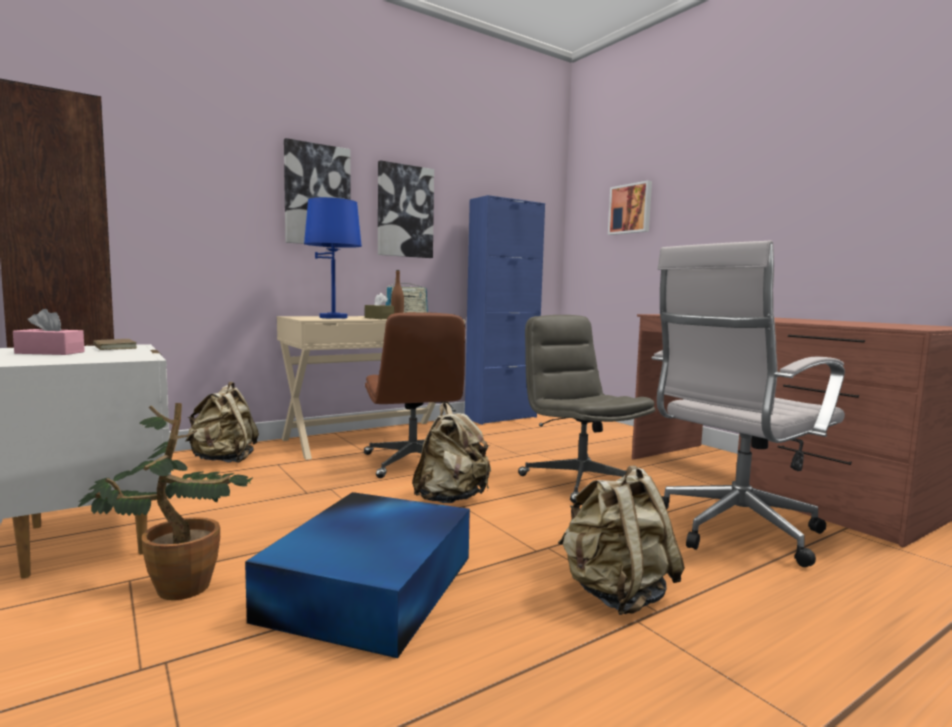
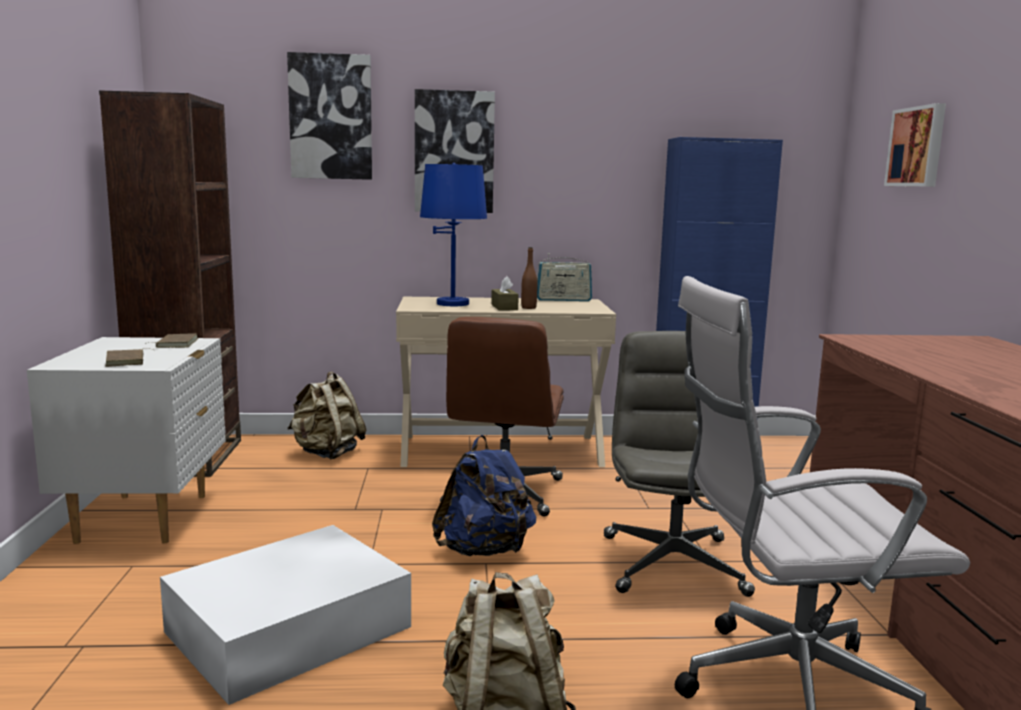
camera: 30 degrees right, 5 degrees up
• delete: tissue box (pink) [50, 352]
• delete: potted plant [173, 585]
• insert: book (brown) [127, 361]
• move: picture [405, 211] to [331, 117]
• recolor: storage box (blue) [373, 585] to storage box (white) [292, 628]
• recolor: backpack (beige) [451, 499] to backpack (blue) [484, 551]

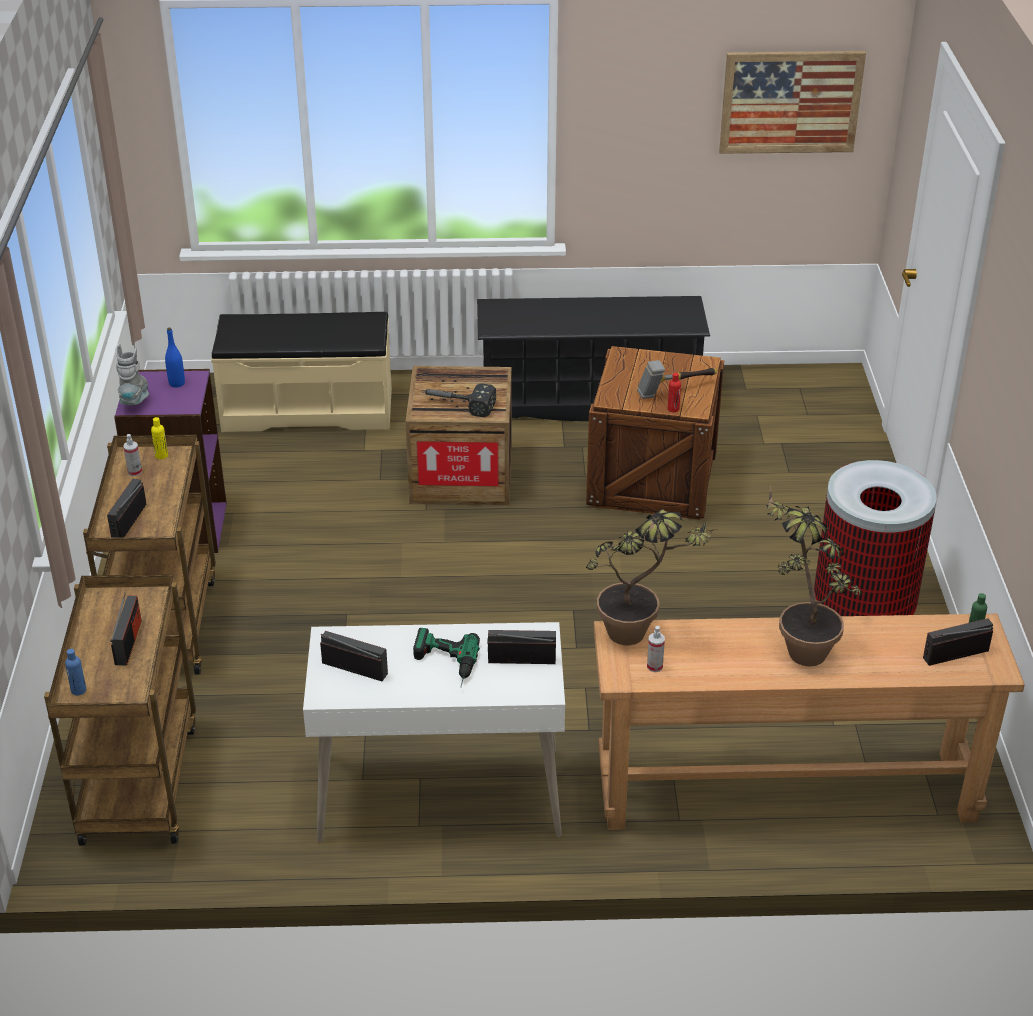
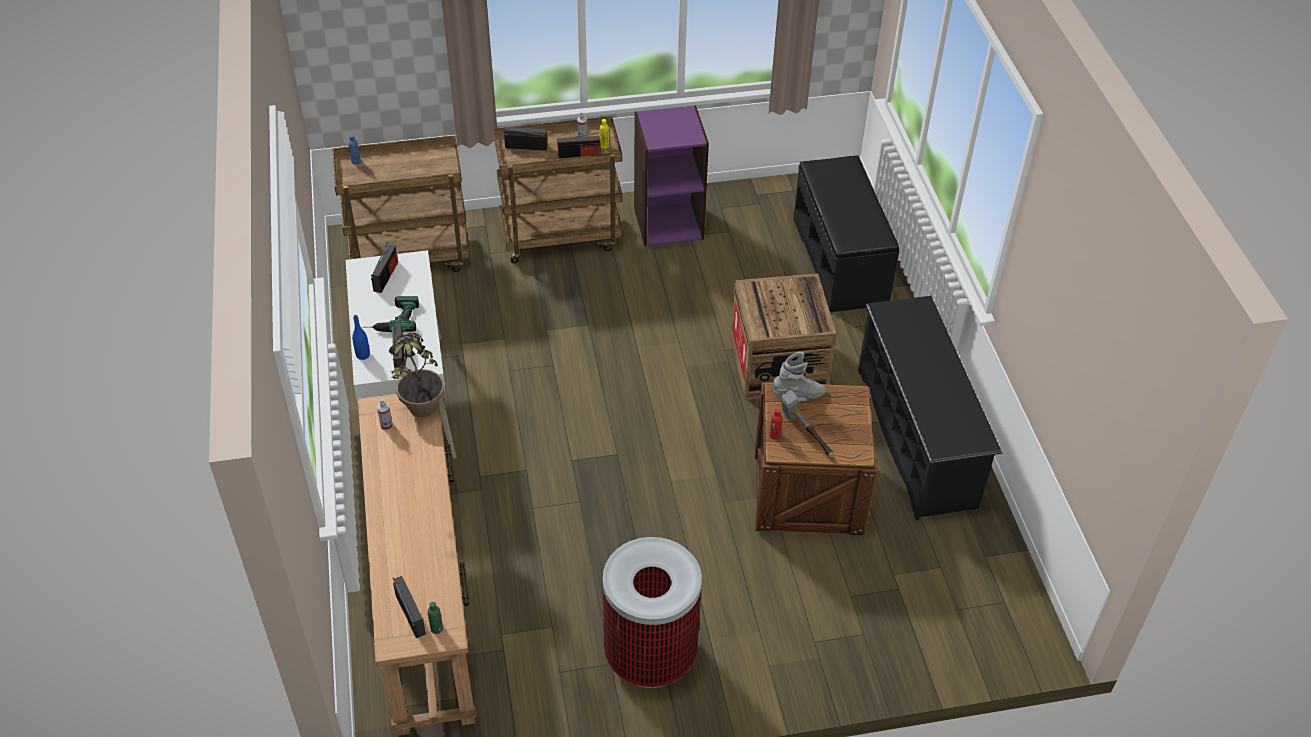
camera: 80 degrees right, 10 degrees up
• delete: hammer [456, 404]
• delete: picture [790, 102]
• delete: potted plant [798, 645]
• move: radio [128, 642] to [579, 155]
• move: boot (grey) [136, 399] to [798, 396]
• move: bottle (blue) [177, 383] to [363, 355]
• recolor: bench (beige) [308, 409] to bench (black) [841, 260]

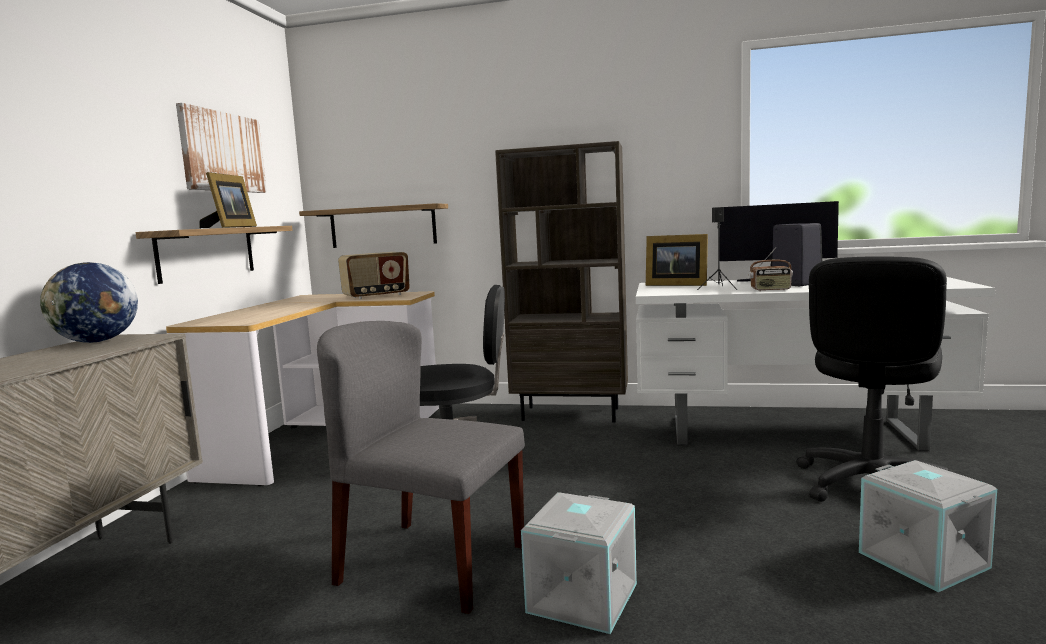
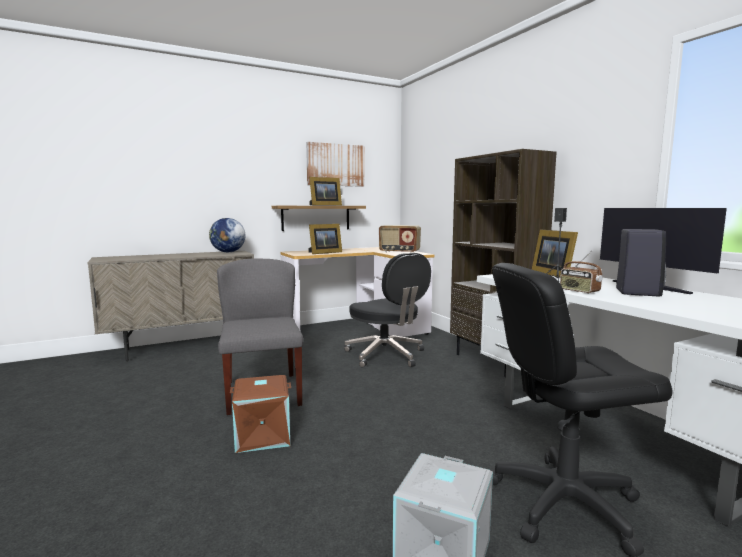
camera: 50 degrees right, 0 degrees up
• delete: shelf [382, 226]
• insert: picture frame [324, 253]
• recolor: storage box (grey) [581, 597] to storage box (brown) [263, 435]

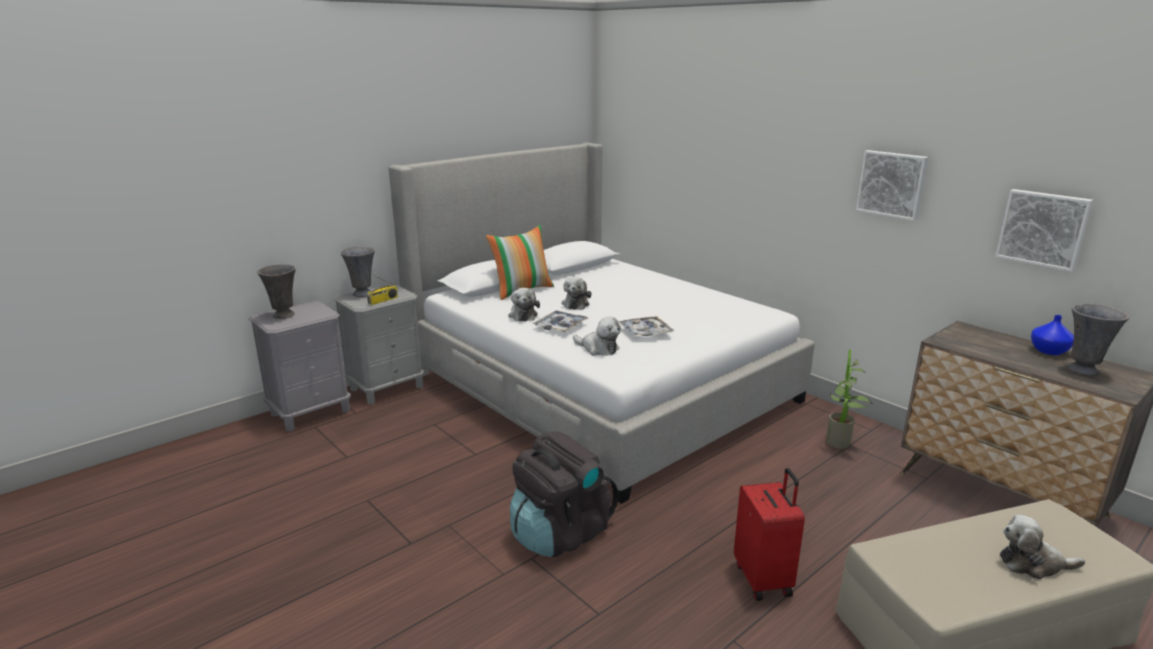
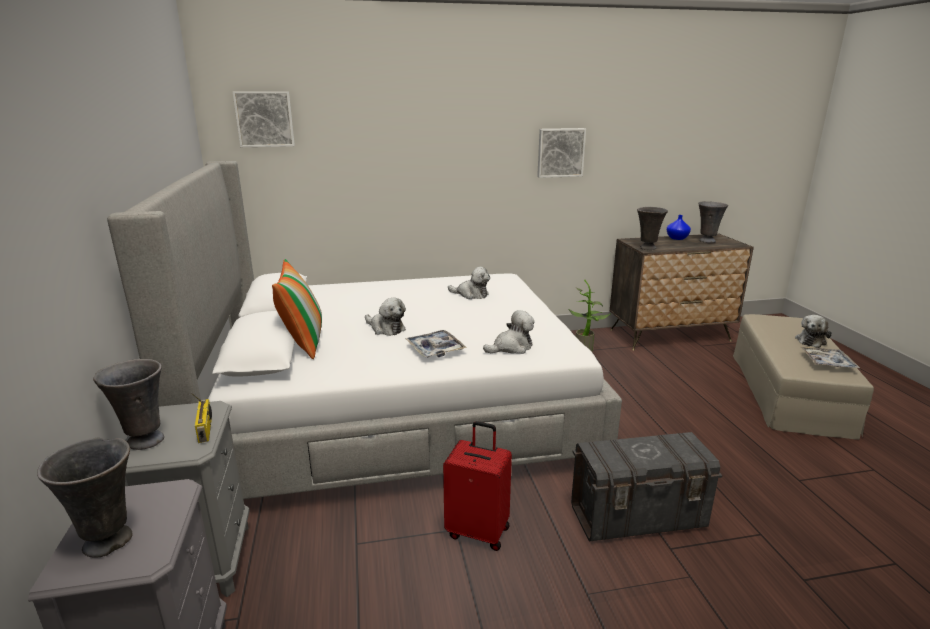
camera: 60 degrees left, 0 degrees up
• insert: vase (grey) [647, 248]
• move: plush toy [523, 315] to [471, 294]
• move: tray [645, 332] to [827, 362]
• move: suitcase (red) [764, 579] to [478, 531]
• move: picture [1043, 228] to [264, 119]
• replace: backpack (black) [560, 533] to storage box (grey) [638, 517]

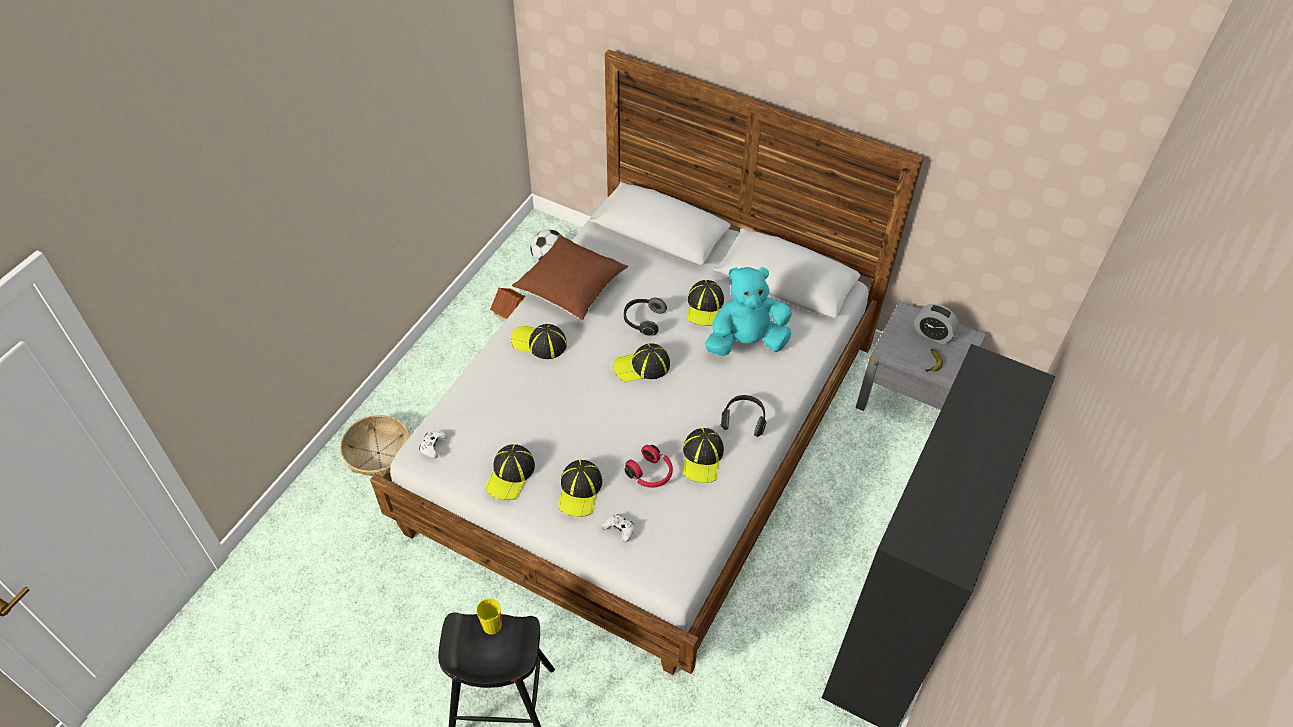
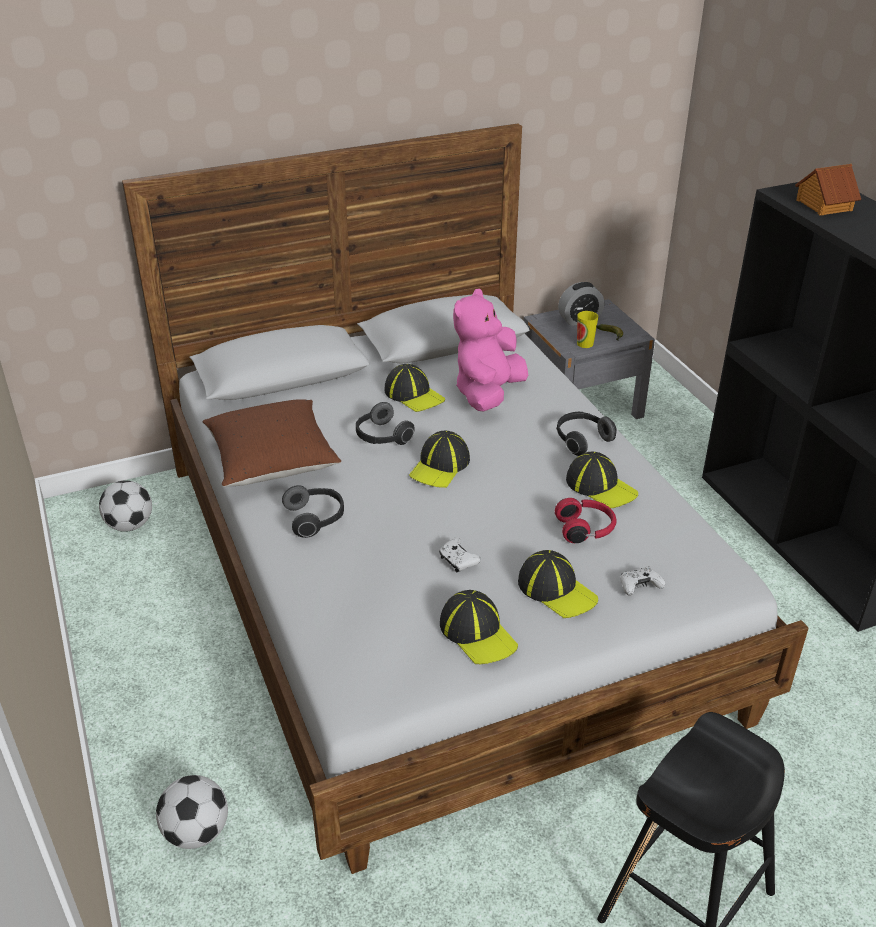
camera: 50 degrees left, 15 degrees down
• move: game controller (white) [433, 447] to [458, 561]
• move: cup [492, 625] to [585, 344]
• move: toy house [511, 309] to [823, 205]
• replace: basket [378, 452] to football [196, 832]
• replace: cap [539, 343] to headphones [316, 519]
• recolor: plush toy (turquoise) [746, 342] to plush toy (pink) [488, 394]

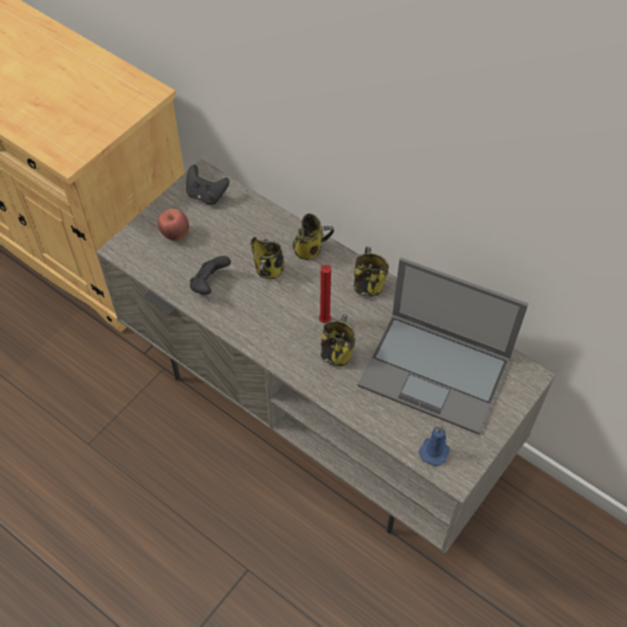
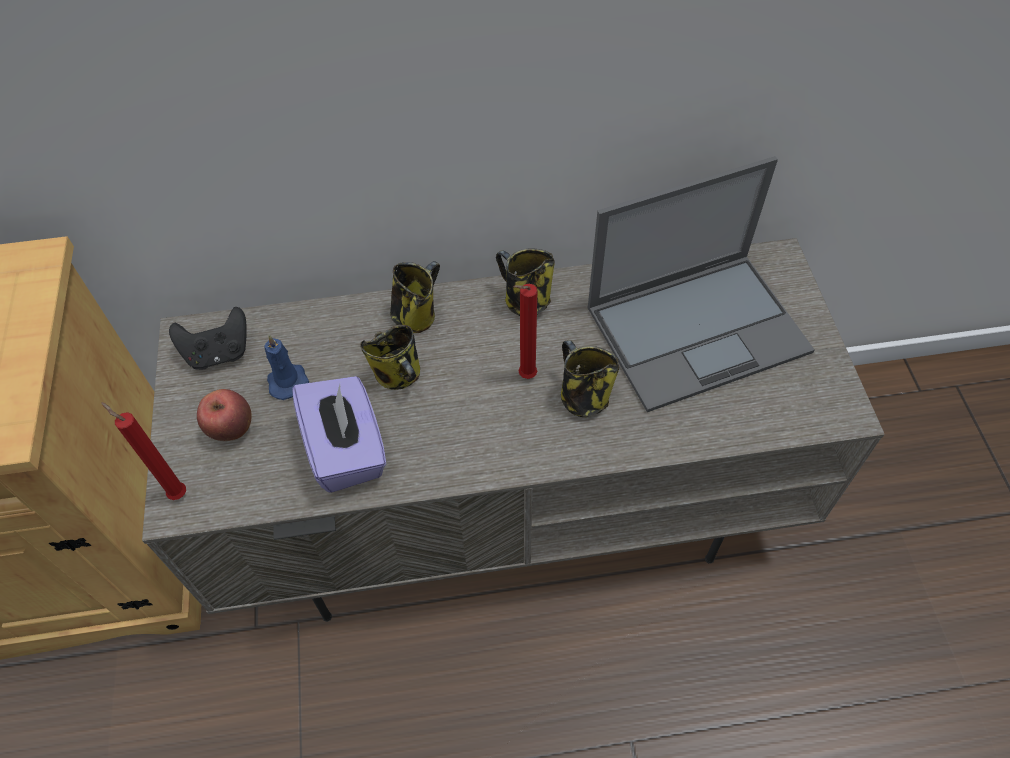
camera: 45 degrees left, 0 degrees up
• insert: candle (red) [176, 493]
• move: candle (blue) [434, 450] to [287, 380]
• replace: game controller (black) [209, 284] to tissue box (purple) [347, 450]

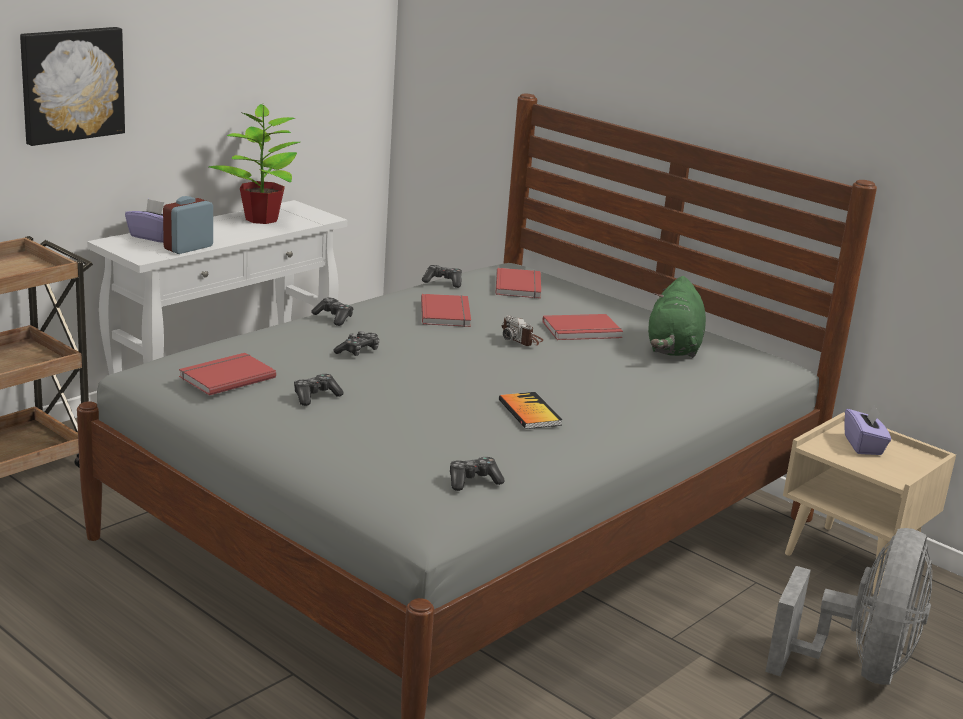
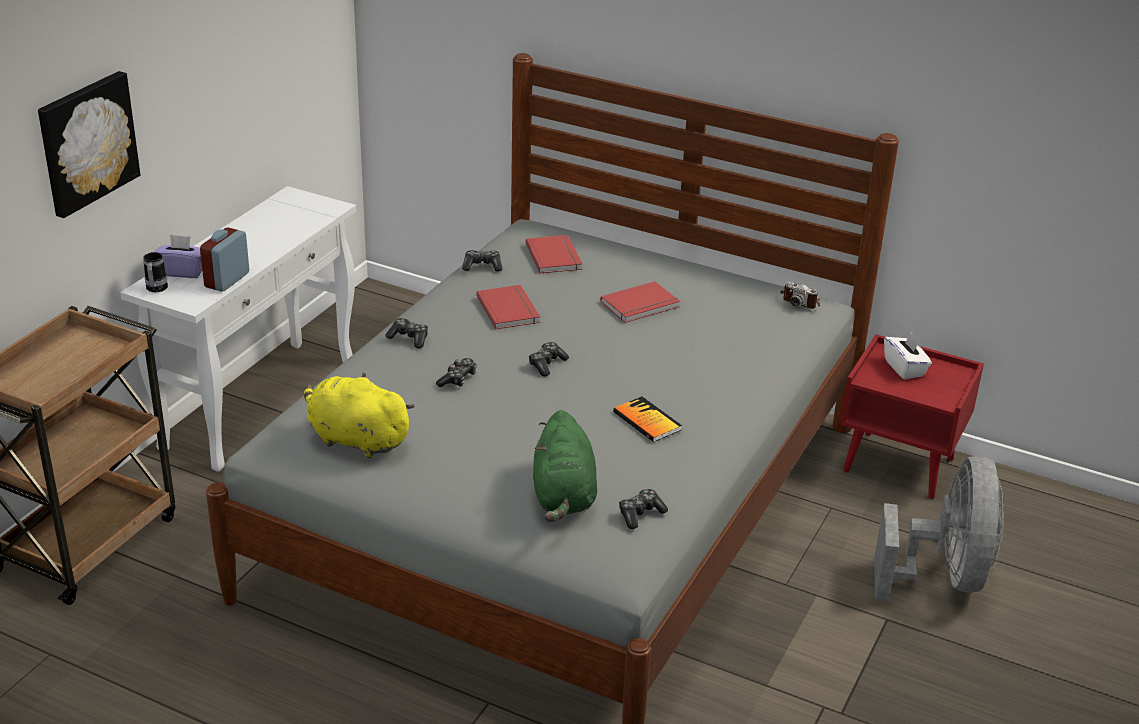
camera: 15 degrees left, 10 degrees up
• delete: potted plant [261, 219]
• insert: mug [156, 290]
• move: game controller [315, 396] to [547, 364]
• move: photo camera [521, 339] to [801, 301]
• move: plush toy (green) [673, 348] to [563, 497]
• replace: book (red) [225, 376] to plush toy (yellow) [355, 439]
• recolor: nightstand (beige) [852, 560] to nightstand (red) [900, 464]
• recolor: tissue box (purple) [863, 445] to tissue box (white) [904, 368]

